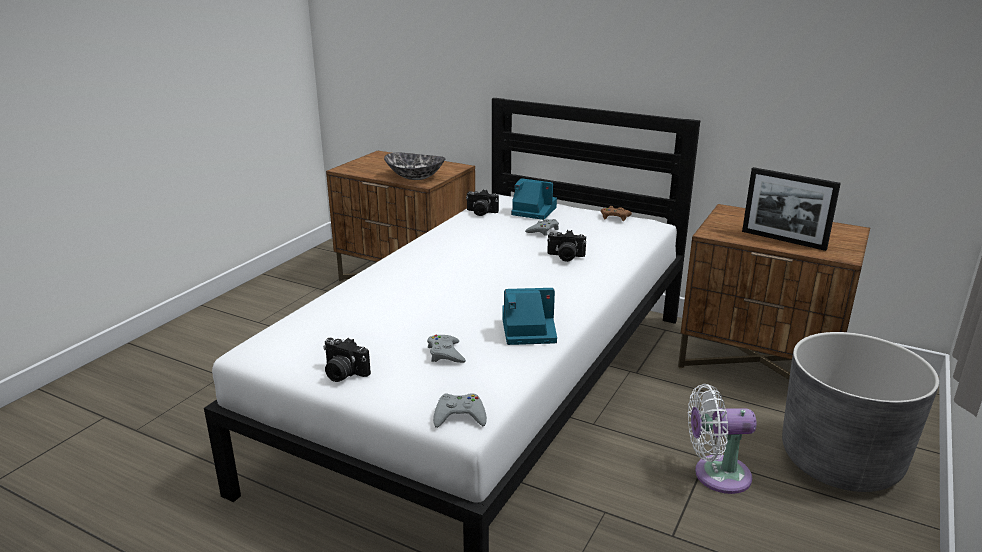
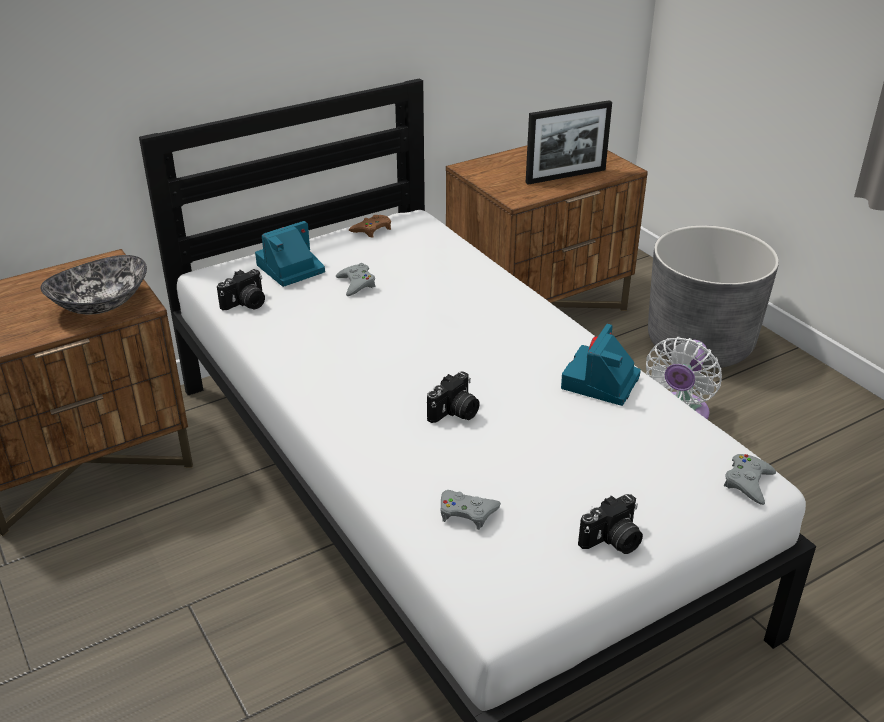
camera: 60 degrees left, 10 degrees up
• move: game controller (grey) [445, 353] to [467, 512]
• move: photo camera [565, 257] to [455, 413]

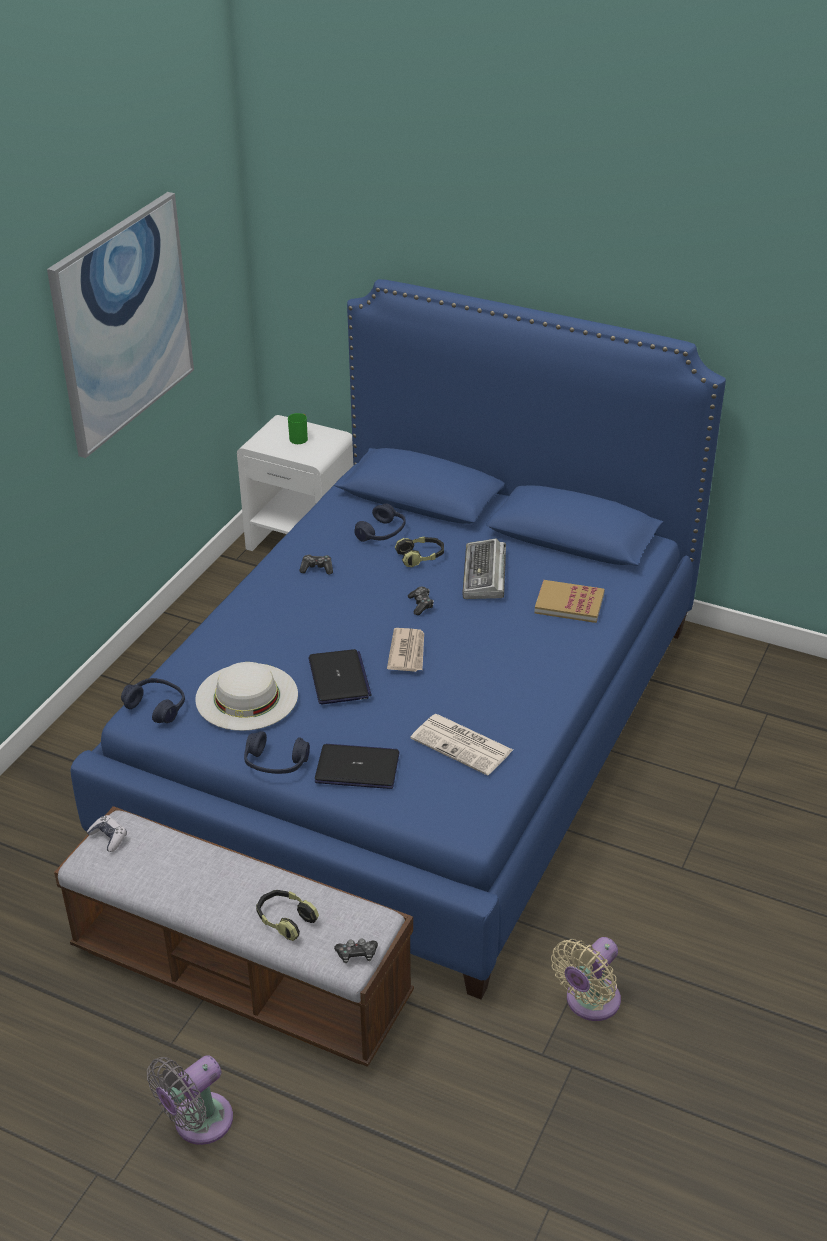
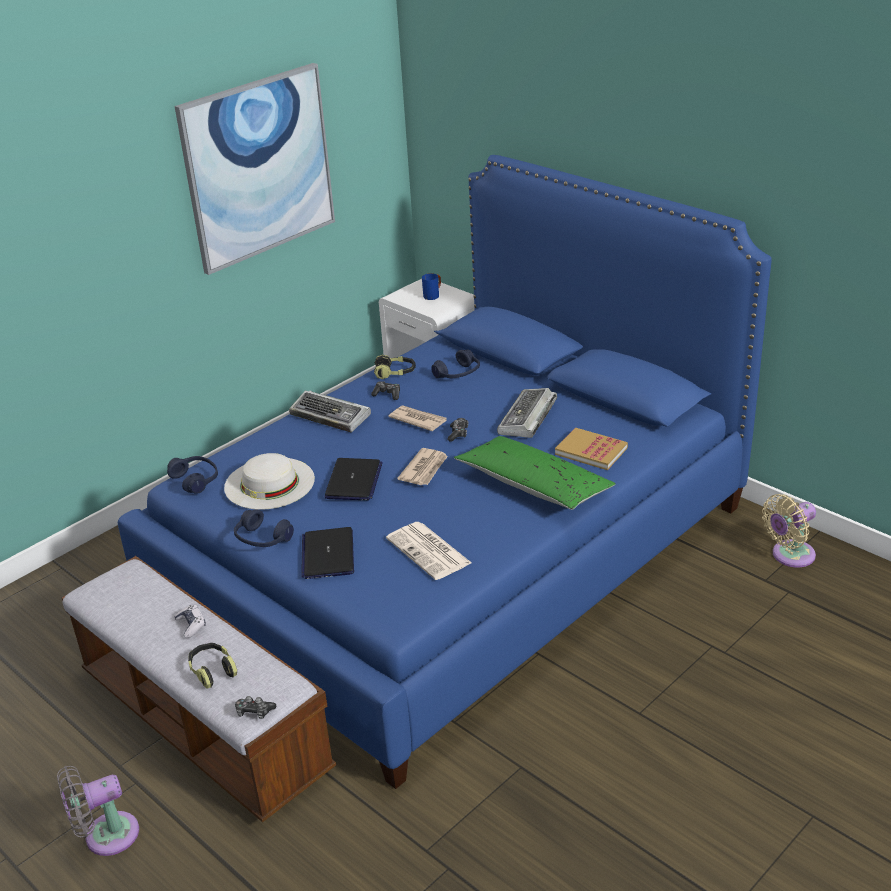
camera: 20 degrees right, 5 degrees down
• insert: keyboard [331, 416]
• insert: newspaper [418, 420]
• insert: pillow (green) [534, 485]
• move: game controller [108, 837] to [191, 625]
• move: headphones [421, 557] to [395, 373]
• move: fan (beige) [589, 1003] to [789, 556]
• recolor: mug (green) [300, 438] to mug (blue) [433, 295]
• rotate: laptop [358, 768] = [328, 554] 120 degrees counterclockwise

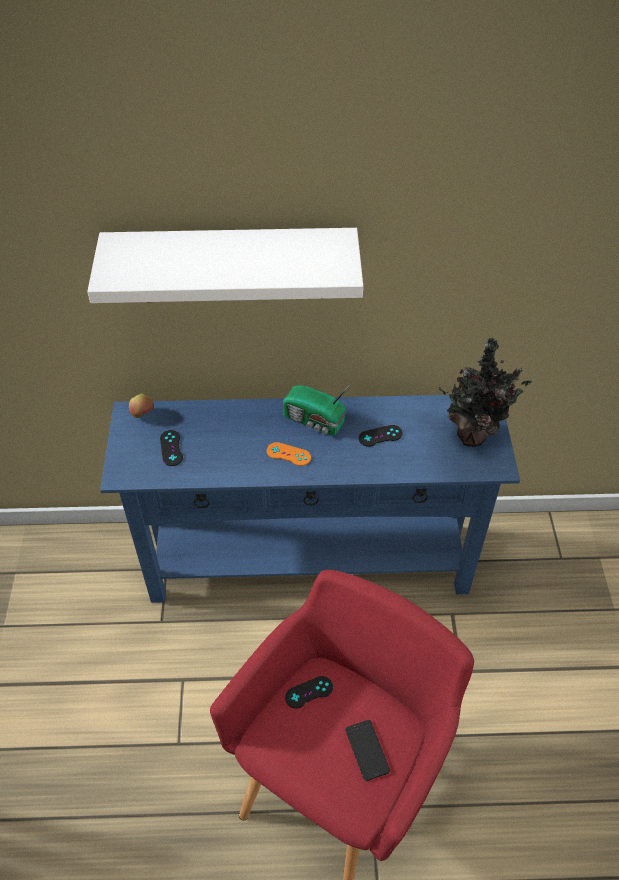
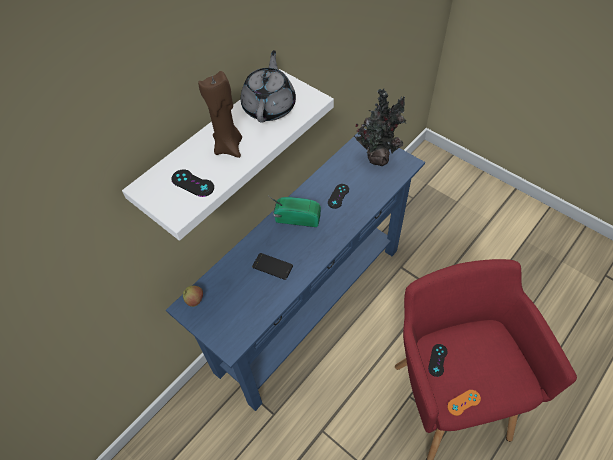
camera: 45 degrees left, 5 degrees up
• insert: candle (brown) [229, 146]
• insert: teapot (grey) [270, 106]
• move: game controller (black) [171, 448] to [192, 183]
• move: game controller (orange) [288, 454] to [463, 402]
• move: phone [367, 750] to [272, 266]
• rotate: radio [315, 421] = [296, 217] 150 degrees counterclockwise

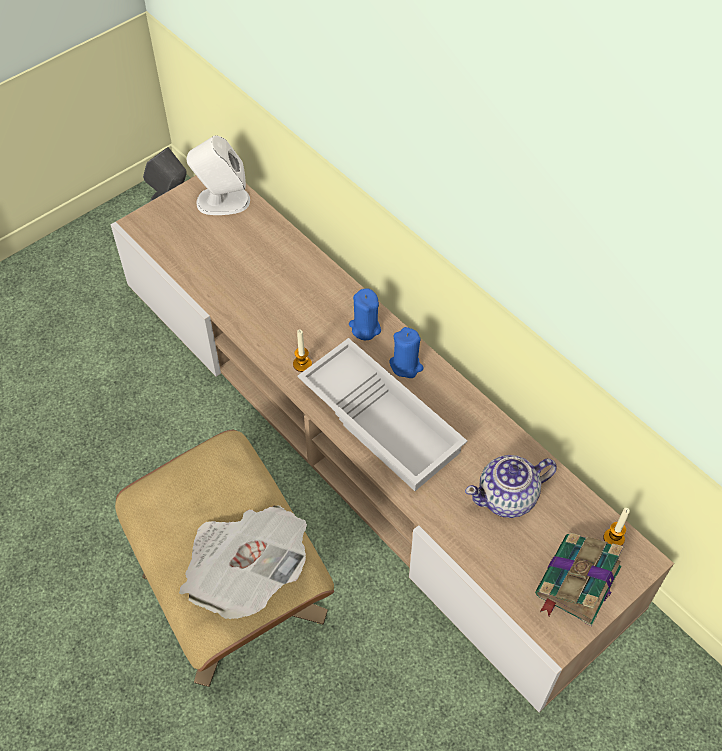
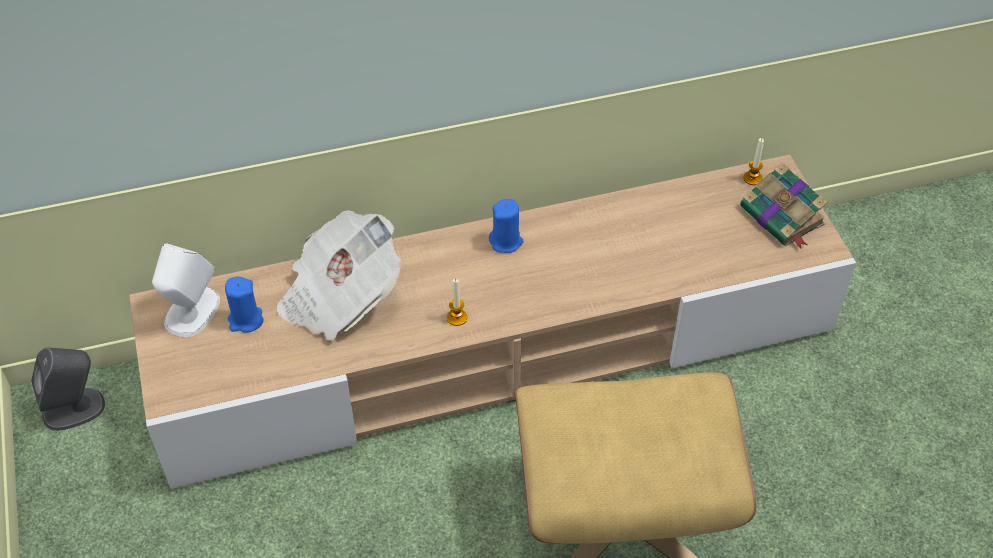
camera: 65 degrees left, 5 degrees down
• delete: tray (white) [383, 419]
• delete: teapot [508, 497]
• move: newspaper [244, 571] to [340, 296]
• move: candle (blue) [365, 328] to [245, 320]

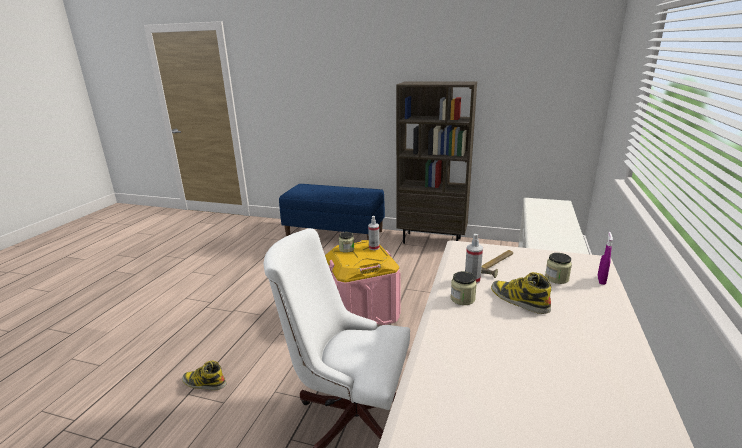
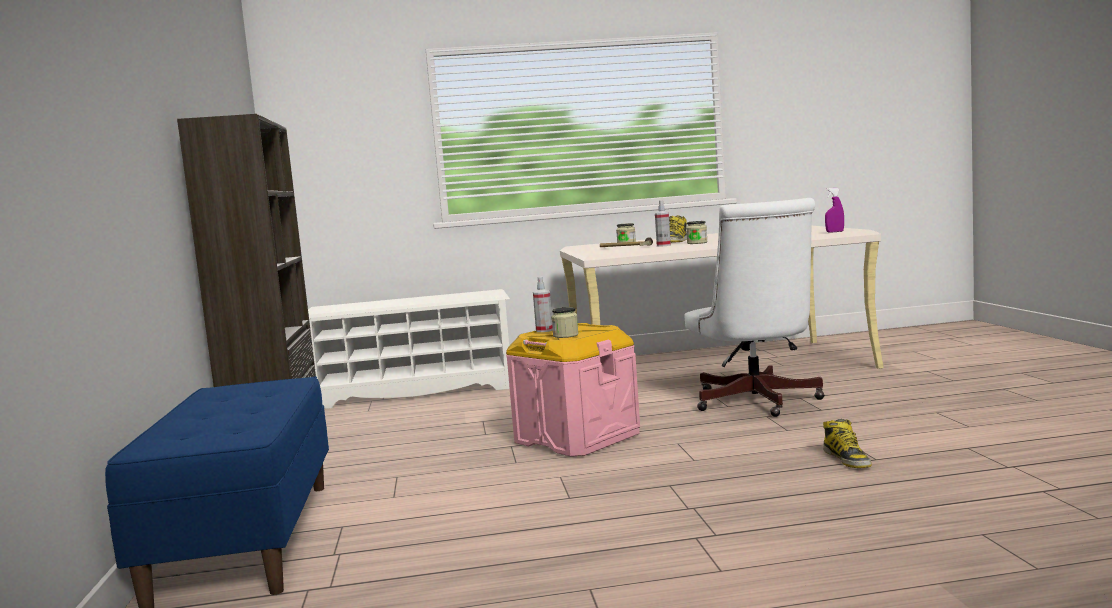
camera: 115 degrees left, 15 degrees down
• move: spray bottle (purple) [601, 280] to [834, 232]

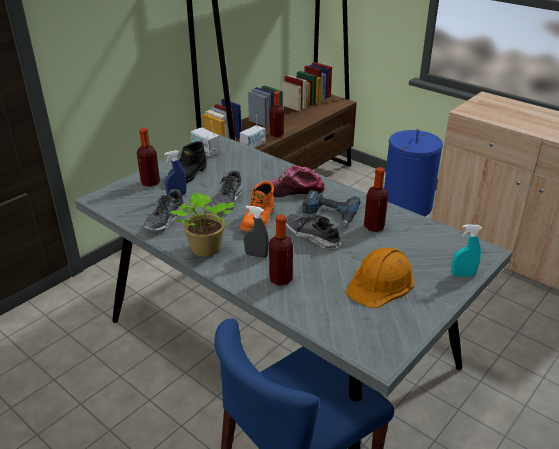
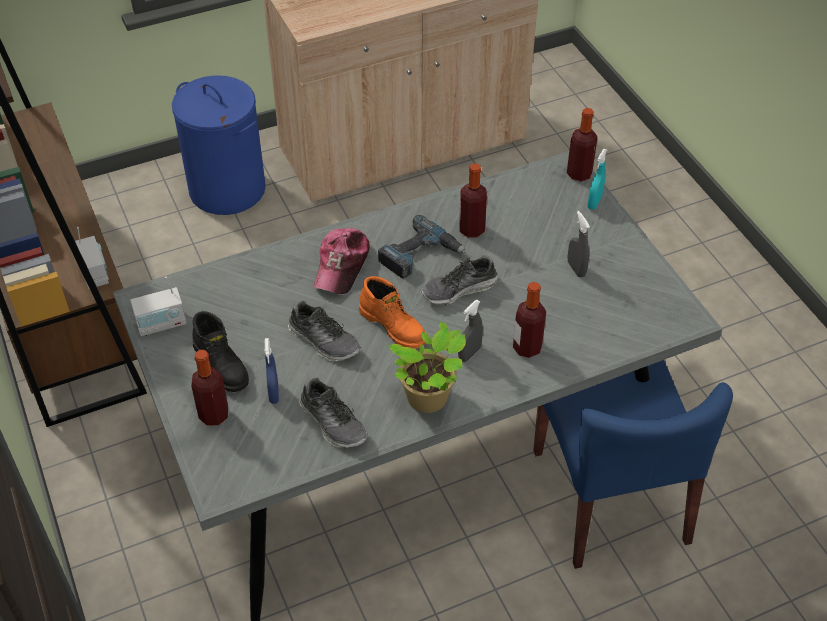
camera: 65 degrees left, 15 degrees up
• move: bottle [276, 134] to [579, 174]
• replace: hard hat (orange) [381, 283] to spray bottle (grey) [576, 269]

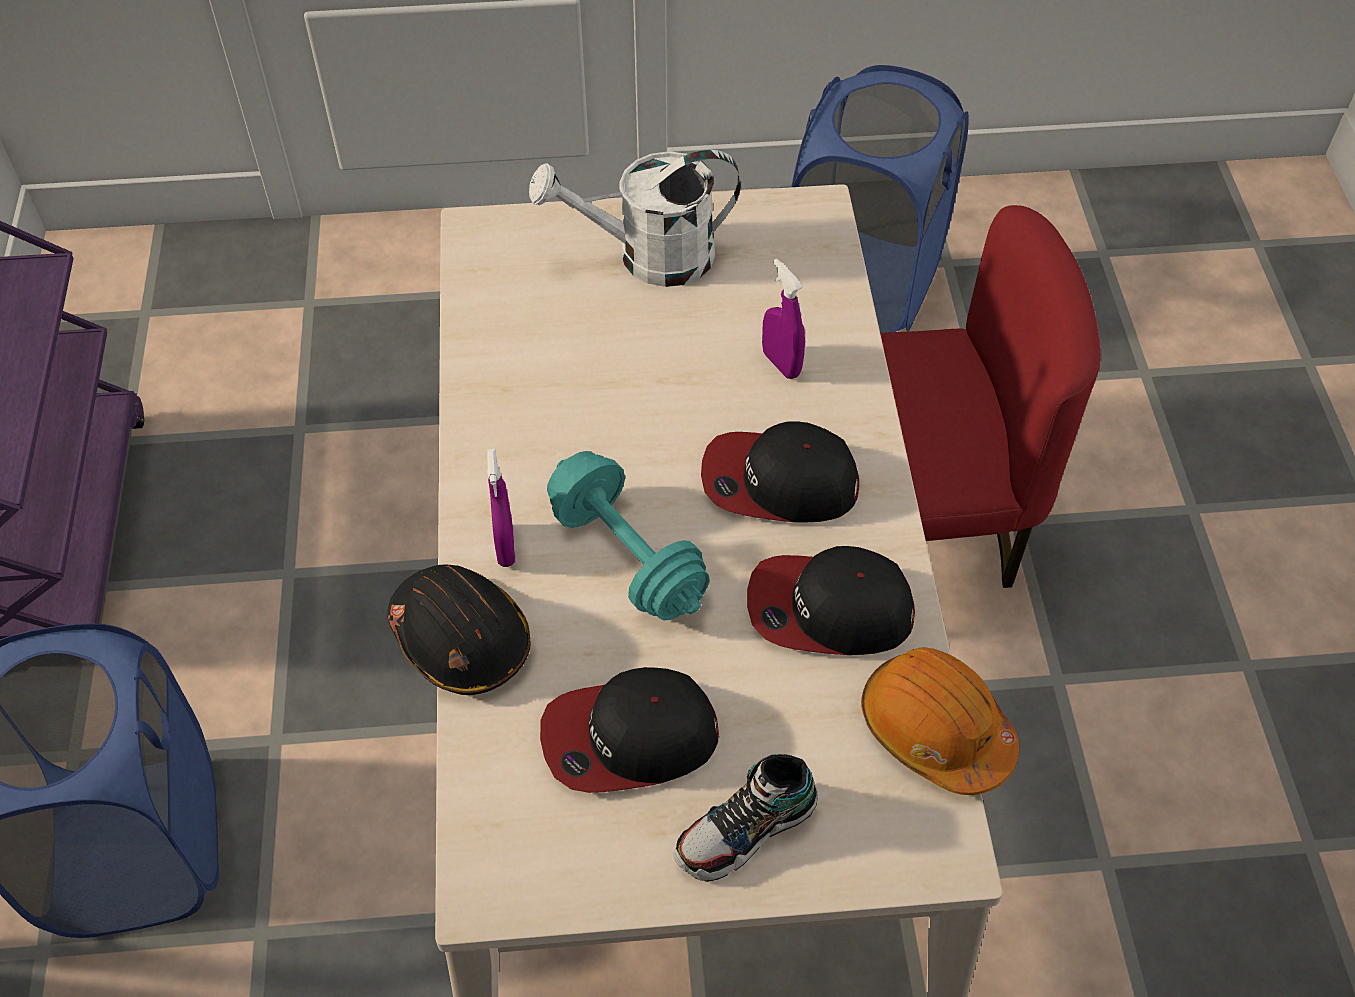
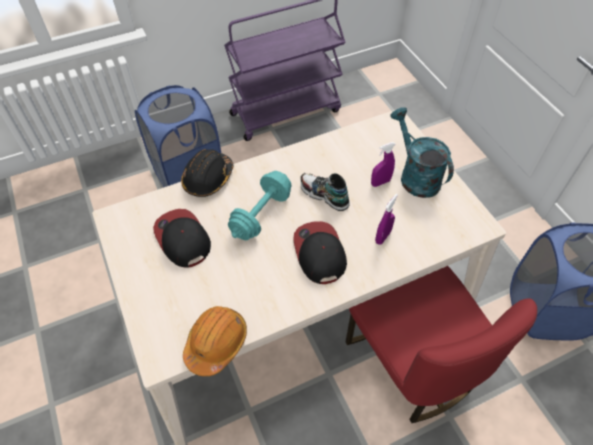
camera: 70 degrees right, 0 degrees up
• delete: cap [829, 609]
• move: spray bottle (purple) [505, 546] to [380, 182]
• move: shoe [746, 831] to [324, 195]
• recolor: watering can (white) [648, 257] to watering can (turquoise) [415, 175]

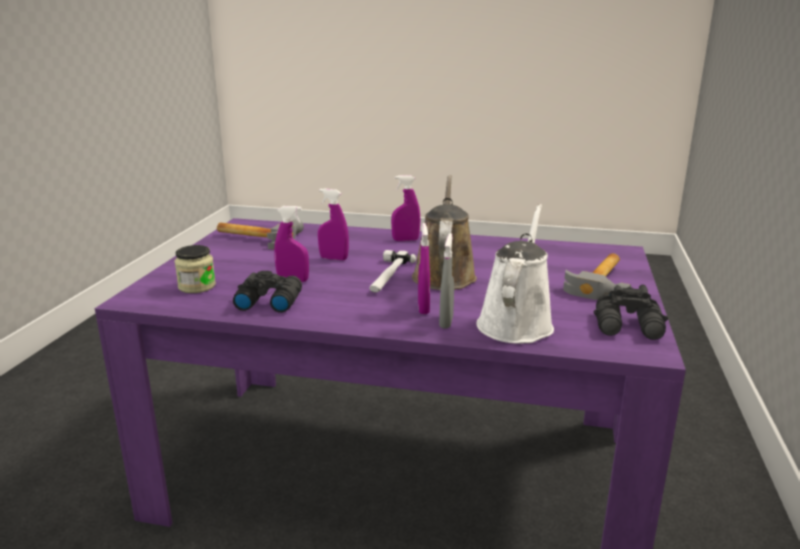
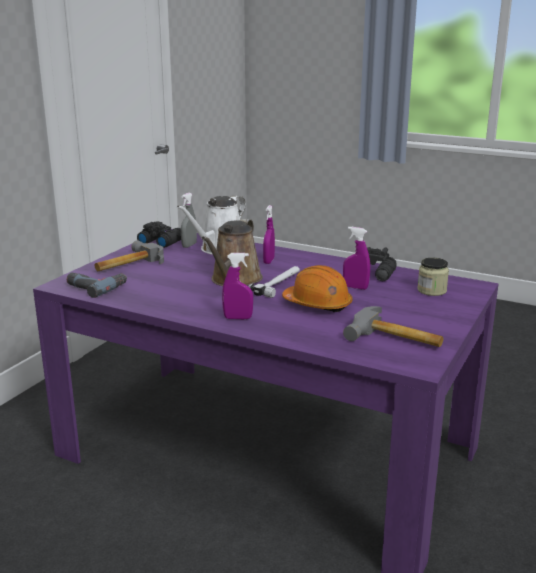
camera: 165 degrees left, 0 degrees up
• insert: power drill [96, 286]
• move: spray bottle (grey) [446, 322] to [189, 245]
• replace: spray bottle (purple) [333, 258] to hard hat (orange) [317, 304]

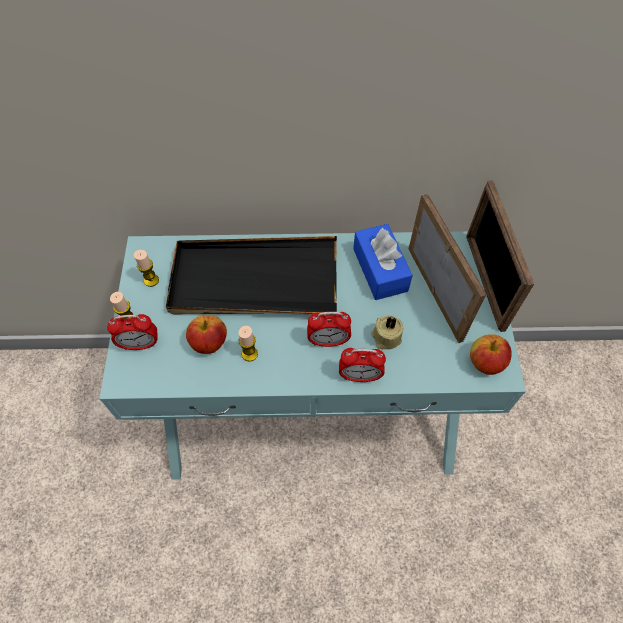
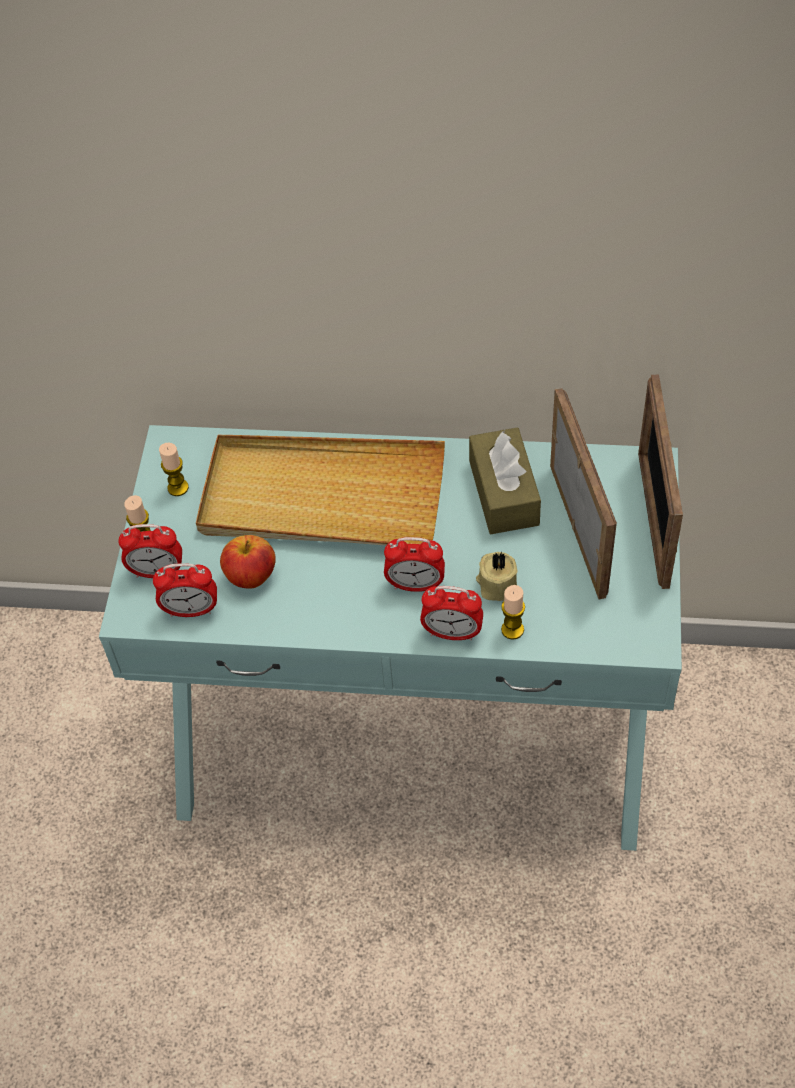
camera: 10 degrees right, 5 degrees down
• delete: apple [485, 363]
• insert: alarm clock [191, 610]
• move: candle [249, 354] to [512, 629]
• recolor: tray (black) [254, 281] to tray (beige) [322, 498]
• recolor: tissue box (blue) [380, 269] to tissue box (brown) [503, 493]

